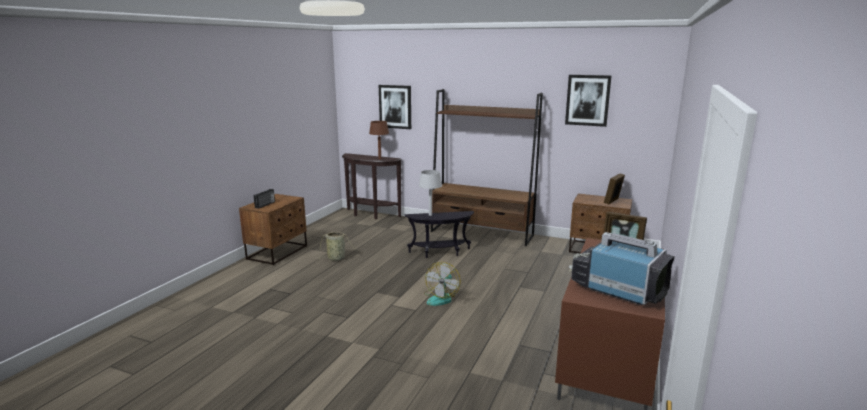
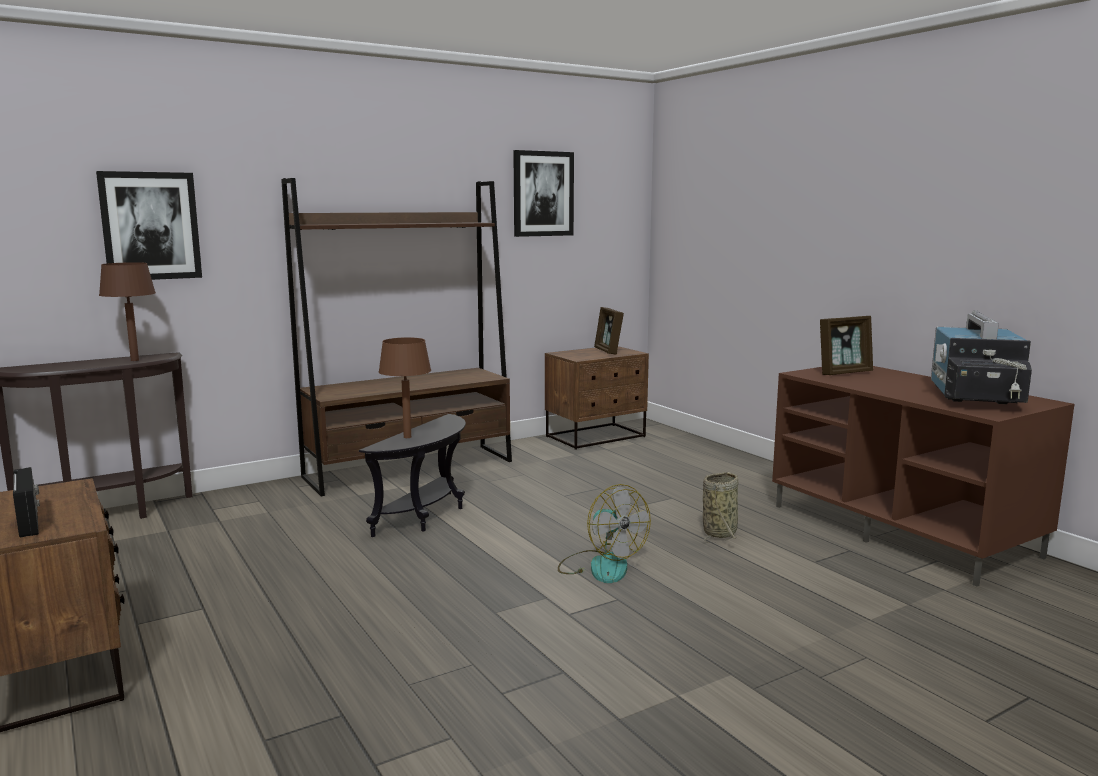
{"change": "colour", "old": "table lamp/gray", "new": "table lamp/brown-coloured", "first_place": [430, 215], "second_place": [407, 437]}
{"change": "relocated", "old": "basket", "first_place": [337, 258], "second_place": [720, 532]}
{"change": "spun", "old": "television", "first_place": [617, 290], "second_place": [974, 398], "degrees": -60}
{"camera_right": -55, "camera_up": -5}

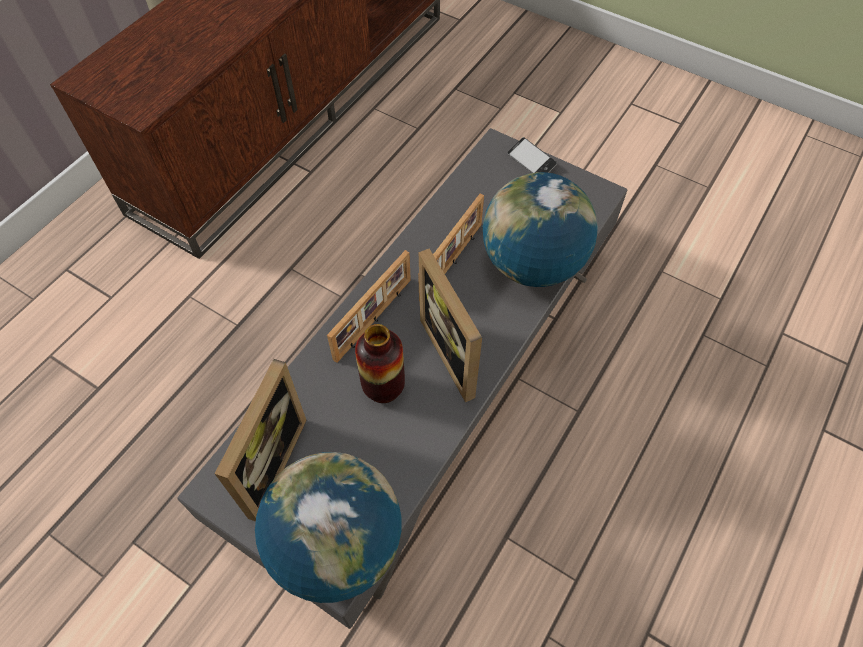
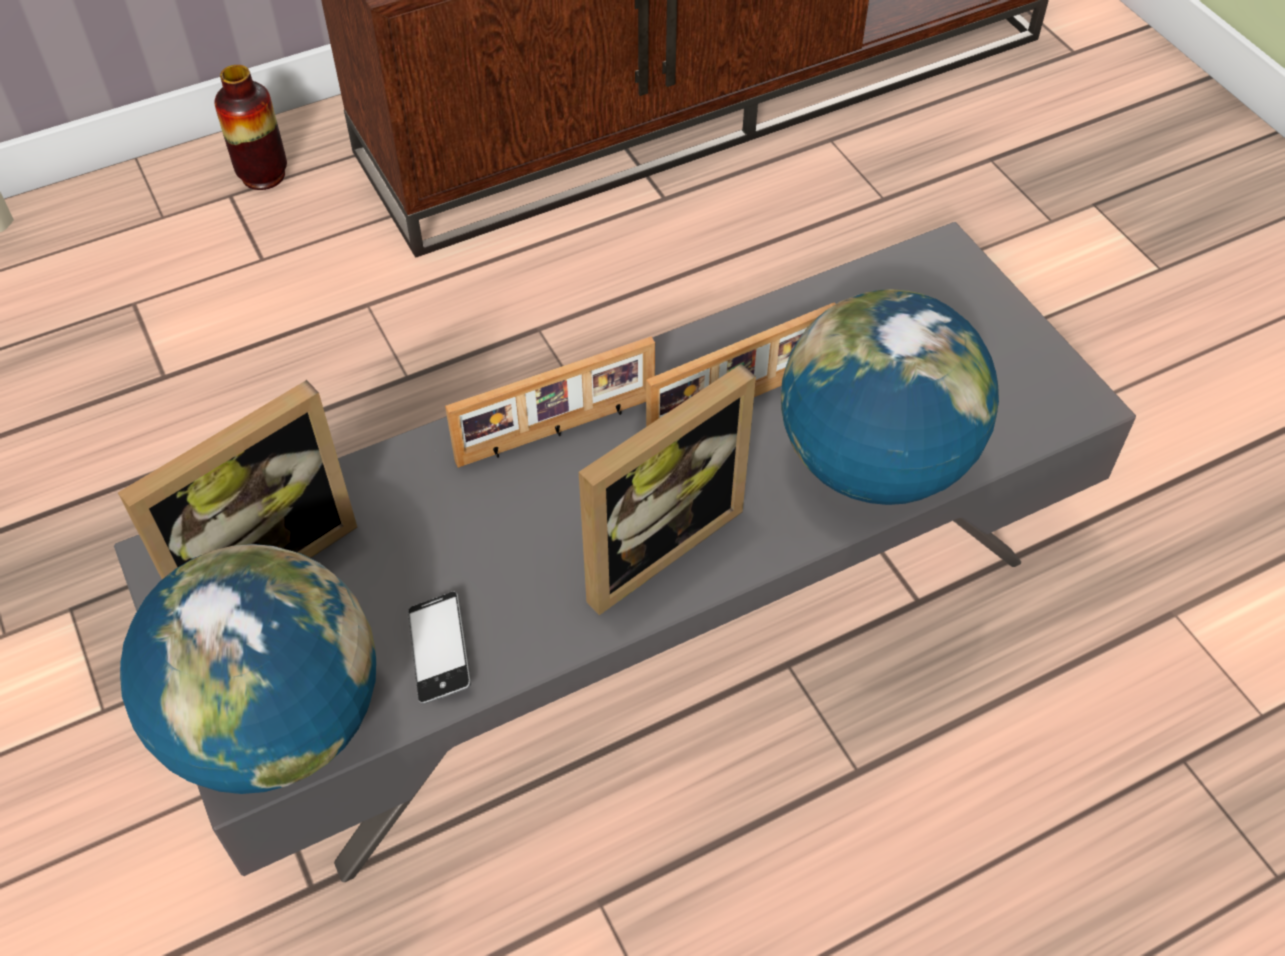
{"change": "relocated", "old": "flower vase", "first_place": [383, 387], "second_place": [263, 175]}
{"change": "relocated", "old": "telephone", "first_place": [531, 161], "second_place": [440, 652]}
{"change": "spun", "old": "picture frame", "first_place": [457, 353], "second_place": [651, 541], "degrees": -135}
{"camera_right": 30, "camera_up": -5}

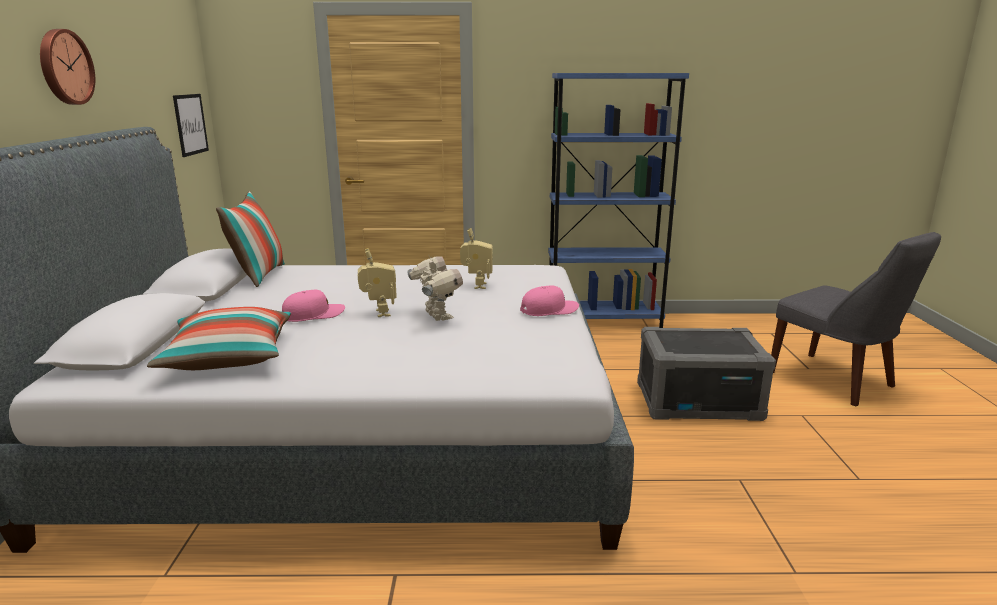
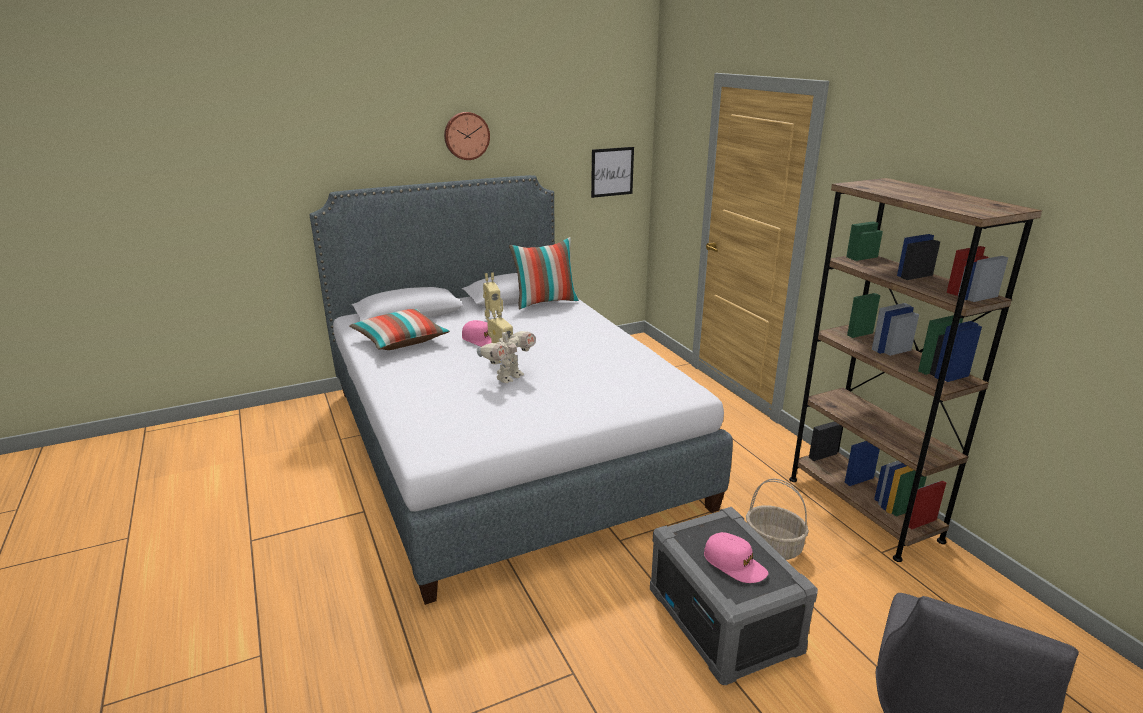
{"change": "relocated", "old": "robot figure", "first_place": [476, 286], "second_place": [492, 317]}
{"change": "relocated", "old": "peaked cap/pinkish", "first_place": [549, 310], "second_place": [734, 564]}
{"change": "appeared", "new": "basket", "second_place": [774, 546]}
{"change": "colour", "old": "shelving unit/blue-coloured", "new": "shelving unit/brown-coloured", "first_place": [603, 323], "second_place": [862, 508]}
{"camera_right": 65, "camera_up": 5}

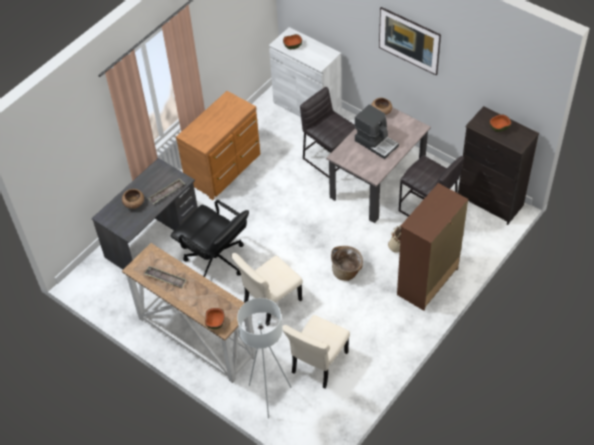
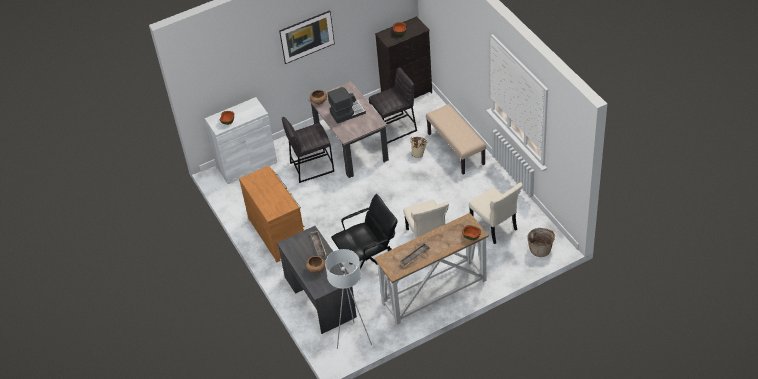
{"change": "relocated", "old": "standard lamp/white-coloured", "first_place": [269, 396], "second_place": [353, 338]}
{"change": "exchanged", "old": "dresser/brown-coloured", "new": "bench/beige", "first_place": [426, 282], "second_place": [456, 149]}
{"change": "relocated", "old": "basket", "first_place": [347, 272], "second_place": [540, 249]}
{"camera_right": -65, "camera_up": -5}

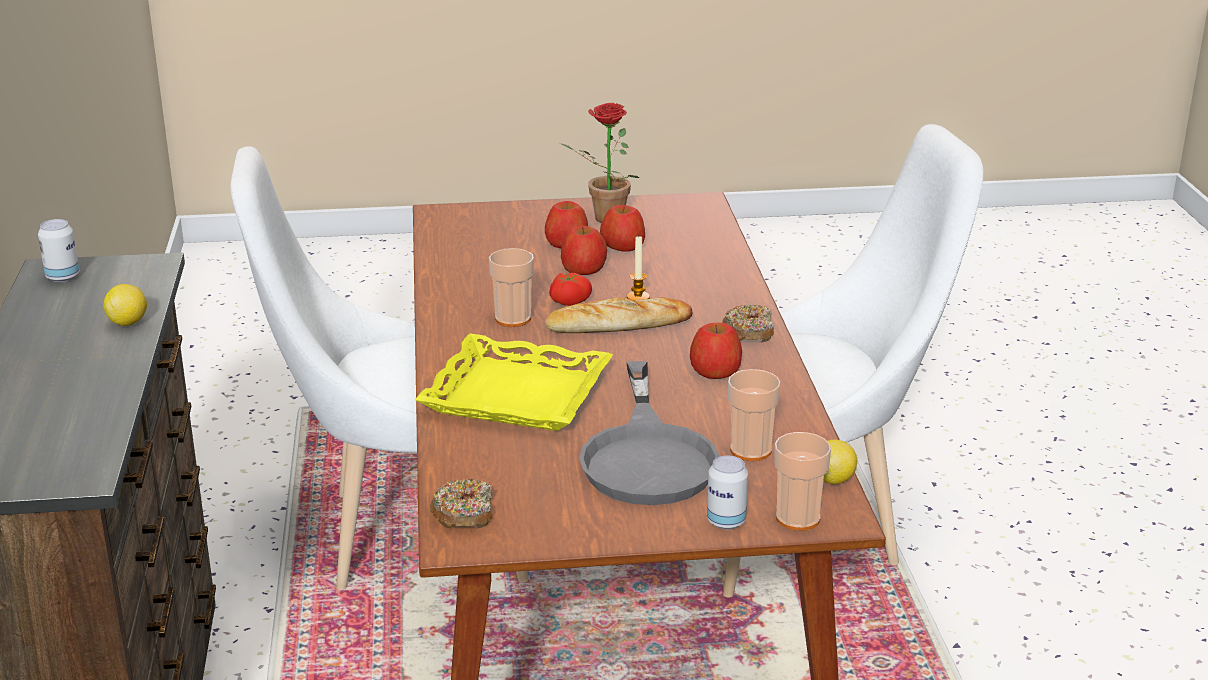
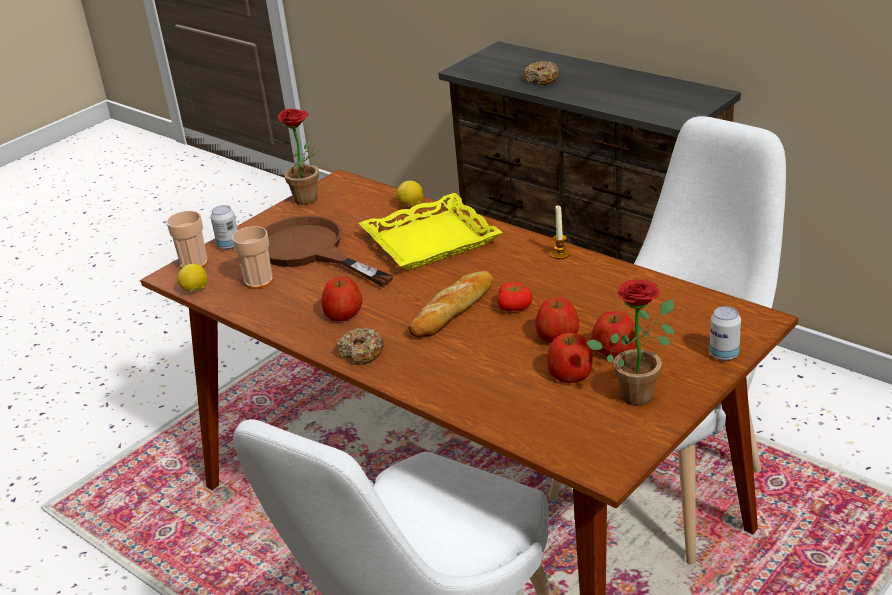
{"change": "colour", "old": "pan/gray", "new": "pan/brown-coloured", "first_place": [648, 455], "second_place": [310, 251]}
{"change": "appeared", "new": "houseplant", "second_place": [310, 200]}
{"change": "relocated", "old": "citrus fruit", "first_place": [128, 322], "second_place": [411, 205]}
{"change": "relocated", "old": "ring doughnut", "first_place": [464, 514], "second_place": [542, 79]}
{"change": "relocated", "old": "candle", "first_place": [638, 297], "second_place": [560, 254]}
{"change": "relocated", "old": "sealed can", "first_place": [63, 277], "second_place": [724, 354]}
{"change": "missing", "old": "drinking cup", "first_place": [513, 319]}
{"camera_right": 140, "camera_up": 5}

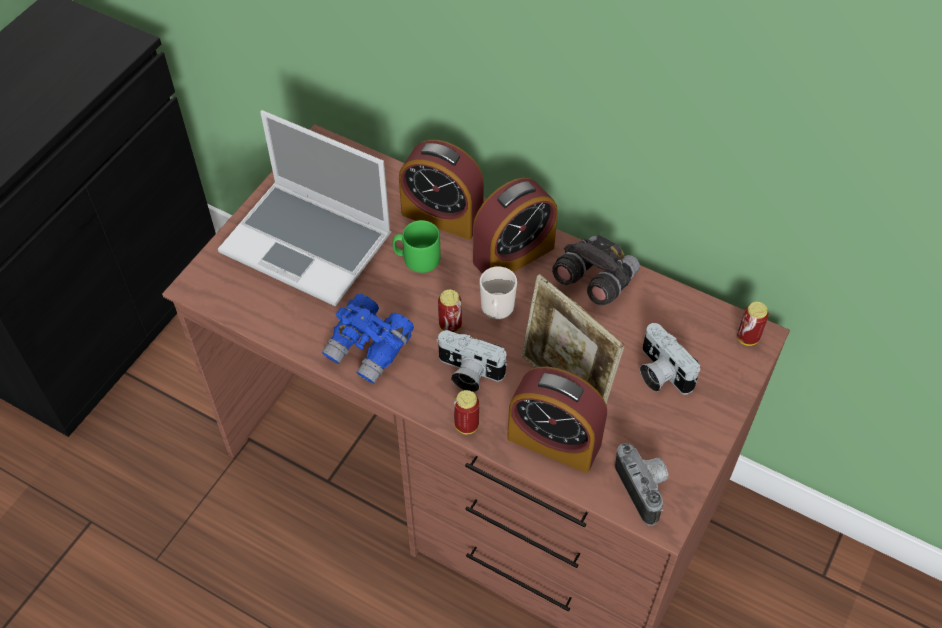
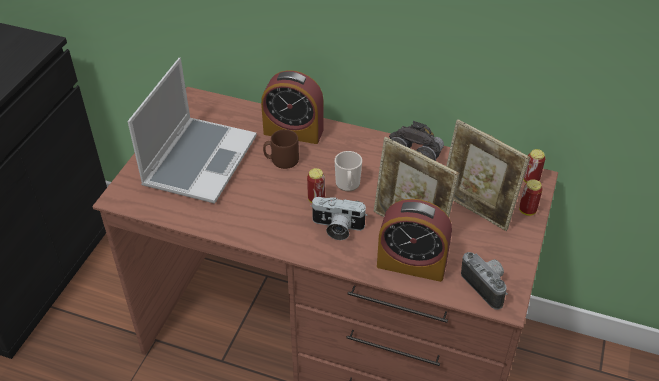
{"change": "spun", "old": "laptop", "first_place": [309, 244], "second_place": [199, 160], "degrees": -90}
{"change": "colour", "old": "mug/green", "new": "mug/brown-coloured", "first_place": [417, 258], "second_place": [281, 160]}
{"change": "exchanged", "old": "still camera", "new": "picture frame", "first_place": [660, 372], "second_place": [476, 210]}
{"change": "relocated", "old": "sealed can", "first_place": [466, 425], "second_place": [527, 211]}
{"change": "missing", "old": "field glasses/blue-coloured", "first_place": [370, 349]}
{"change": "missing", "old": "table clock", "first_place": [513, 255]}
{"camera_right": -10, "camera_up": -10}

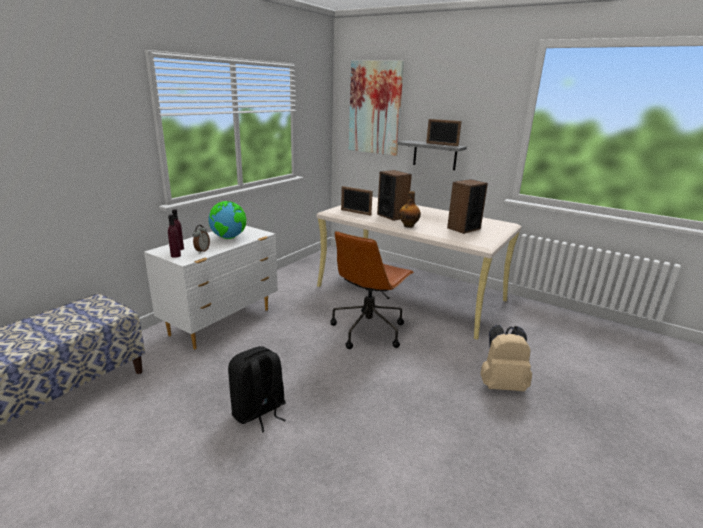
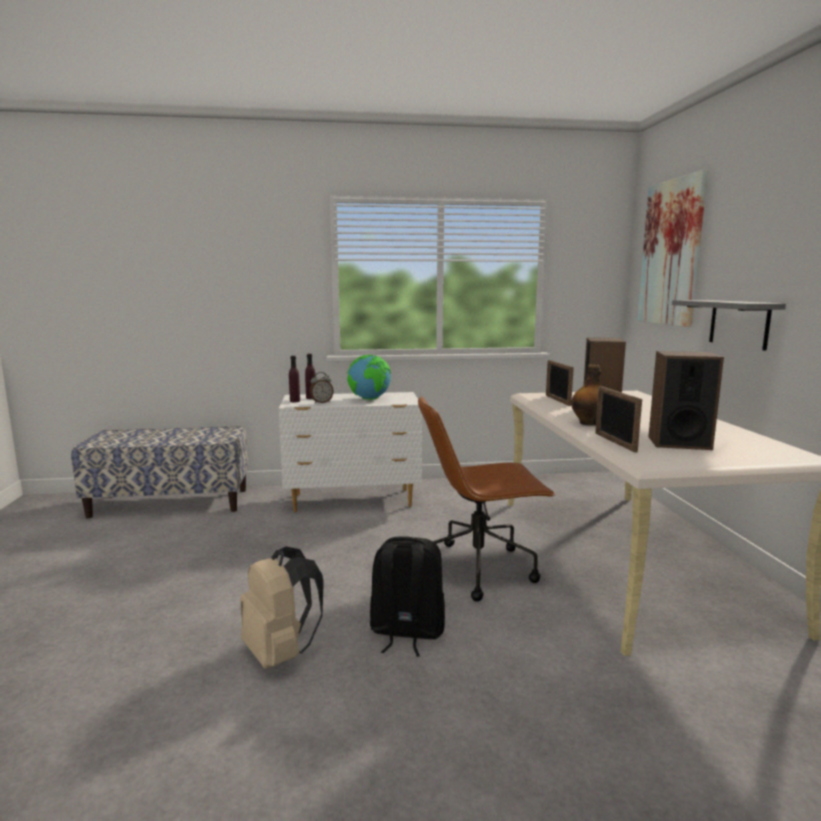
{"change": "relocated", "old": "rucksack/beige", "first_place": [501, 384], "second_place": [281, 653]}
{"change": "relocated", "old": "rucksack/black-coloured", "first_place": [259, 412], "second_place": [406, 632]}
{"change": "relocated", "old": "picture frame", "first_place": [442, 144], "second_place": [614, 442]}
{"camera_right": 50, "camera_up": -10}

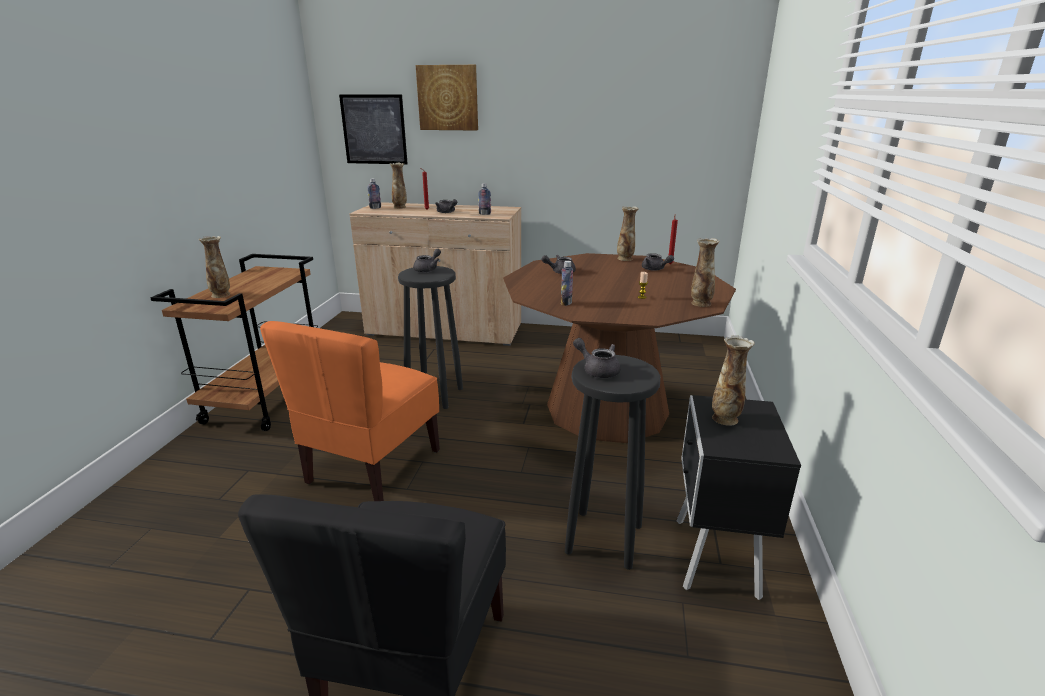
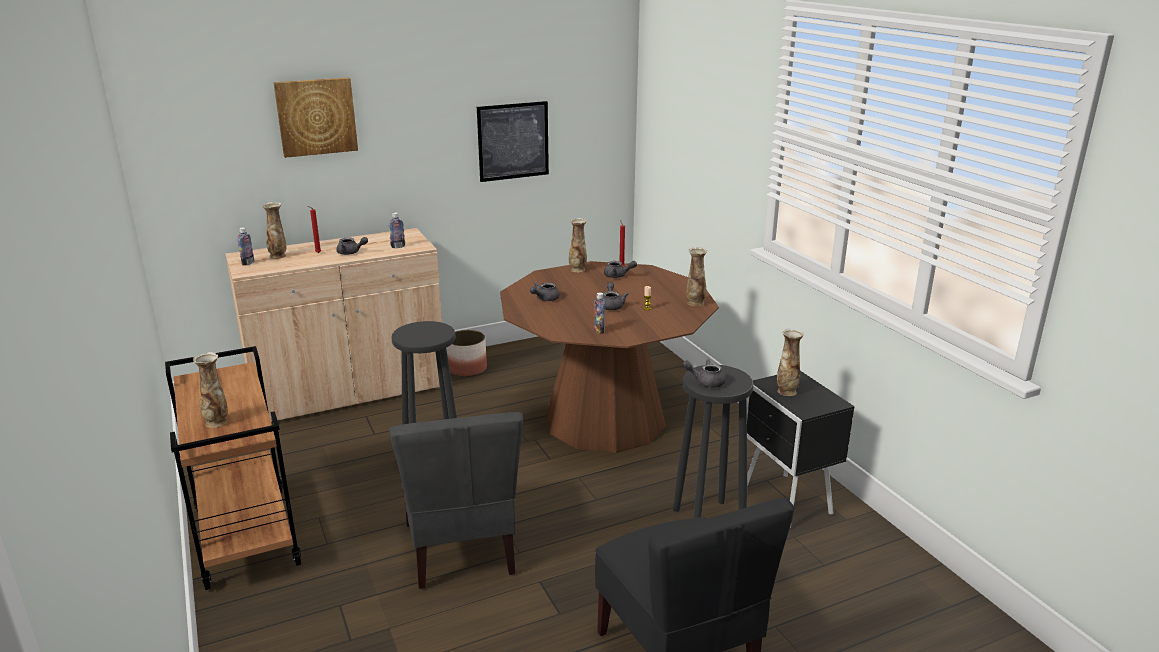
{"change": "colour", "old": "chair/orange-coloured", "new": "chair/gray", "first_place": [372, 466], "second_place": [462, 549]}
{"change": "appeared", "new": "flower pot", "second_place": [467, 369]}
{"change": "relocated", "old": "wall art", "first_place": [374, 129], "second_place": [513, 141]}
{"change": "relocated", "old": "teapot/gray", "first_place": [428, 269], "second_place": [611, 305]}
{"camera_right": -35, "camera_up": 0}

